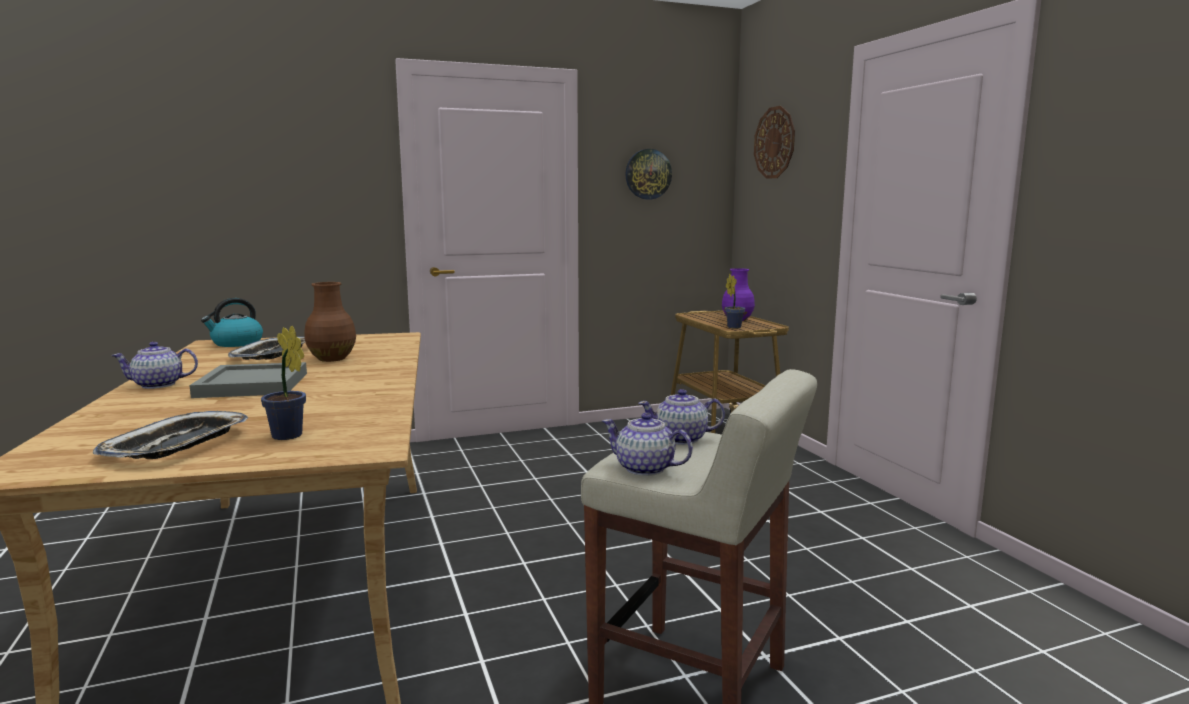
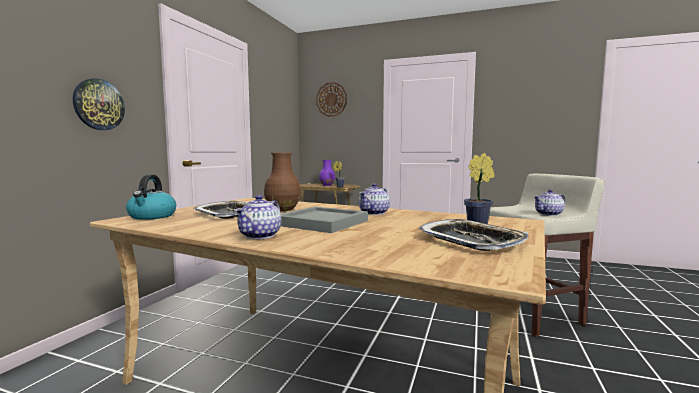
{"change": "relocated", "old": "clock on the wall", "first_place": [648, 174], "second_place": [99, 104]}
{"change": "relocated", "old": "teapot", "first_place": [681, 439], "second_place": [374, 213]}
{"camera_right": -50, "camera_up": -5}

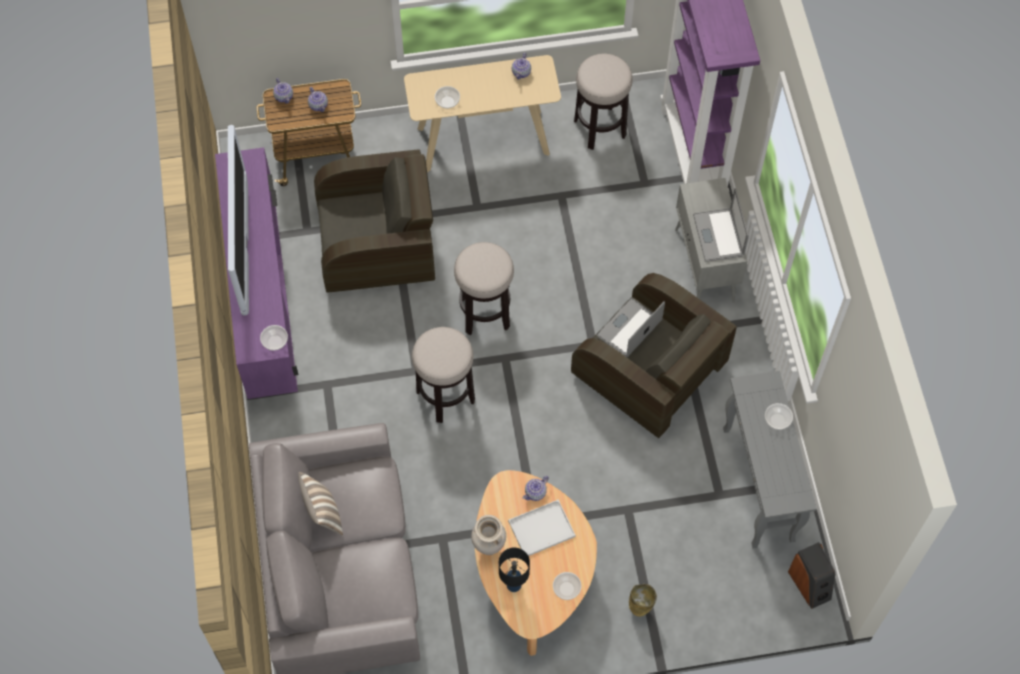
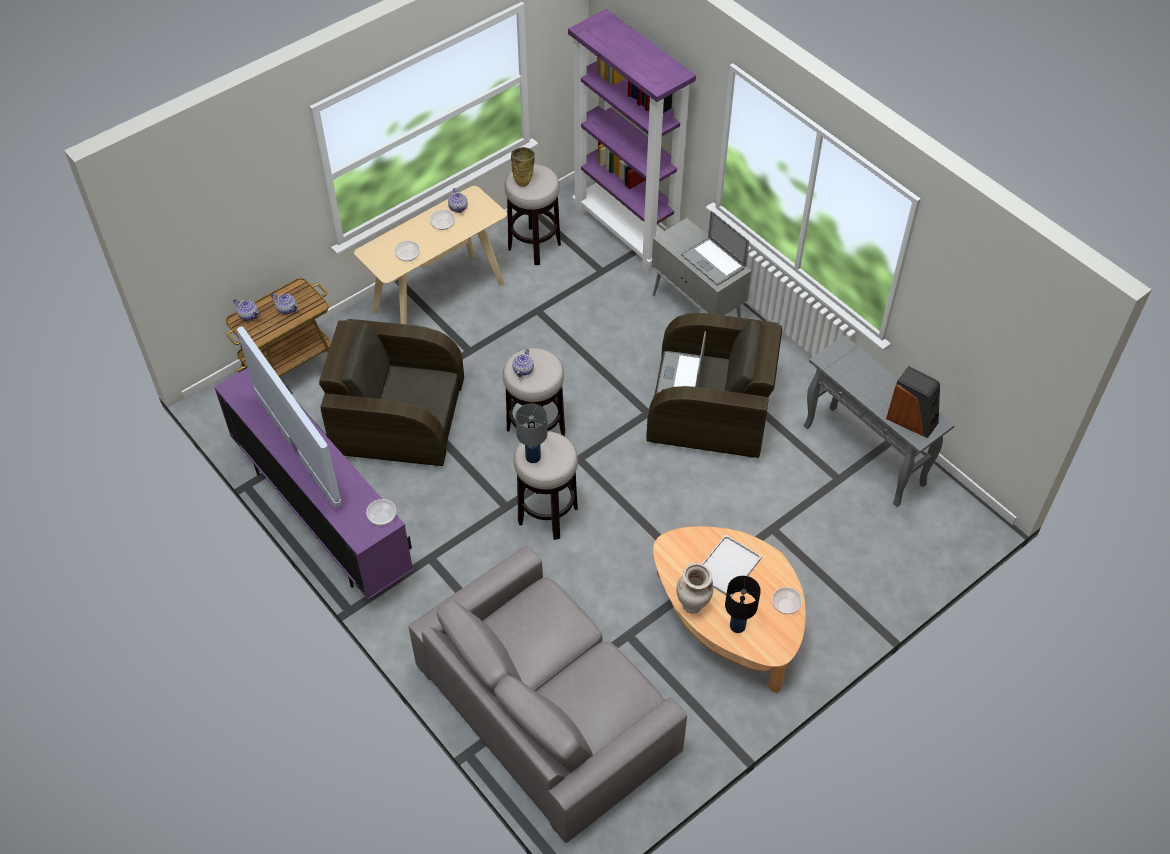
{"change": "spun", "old": "lounge chair/brown-coloured", "first_place": [377, 243], "second_place": [398, 419], "degrees": -135}
{"change": "relocated", "old": "serving bowl", "first_place": [777, 420], "second_place": [443, 225]}
{"change": "relocated", "old": "flower vase/beige", "first_place": [640, 609], "second_place": [524, 182]}
{"change": "relocated", "old": "teapot", "first_place": [536, 492], "second_place": [523, 370]}
{"change": "appeared", "new": "table lamp/gray", "second_place": [533, 457]}
{"change": "relocated", "old": "loudspeaker", "first_place": [810, 584], "second_place": [912, 419]}
{"change": "missing", "old": "throw pillow", "first_place": [323, 514]}
{"camera_right": -30, "camera_up": -10}

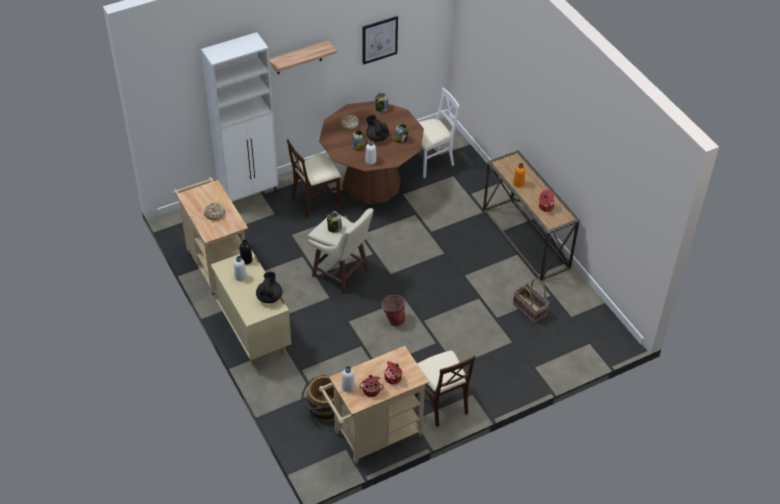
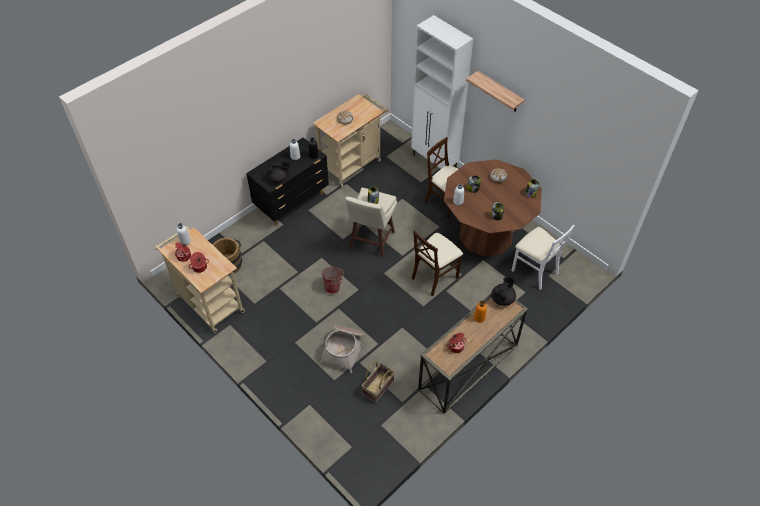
{"change": "colour", "old": "dresser/beige", "new": "dresser/black-coloured", "first_place": [253, 332], "second_place": [292, 203]}
{"change": "appeared", "new": "basket", "second_place": [344, 349]}
{"change": "relocated", "old": "chair/beige", "first_place": [441, 403], "second_place": [434, 277]}
{"change": "relocated", "old": "teapot/black-coloured", "first_place": [377, 137], "second_place": [502, 299]}
{"change": "missing", "old": "wall art", "first_place": [379, 40]}
{"camera_right": 75, "camera_up": 5}

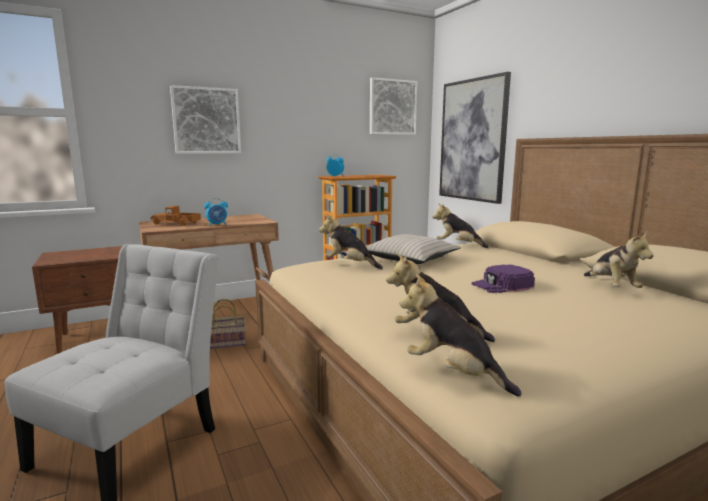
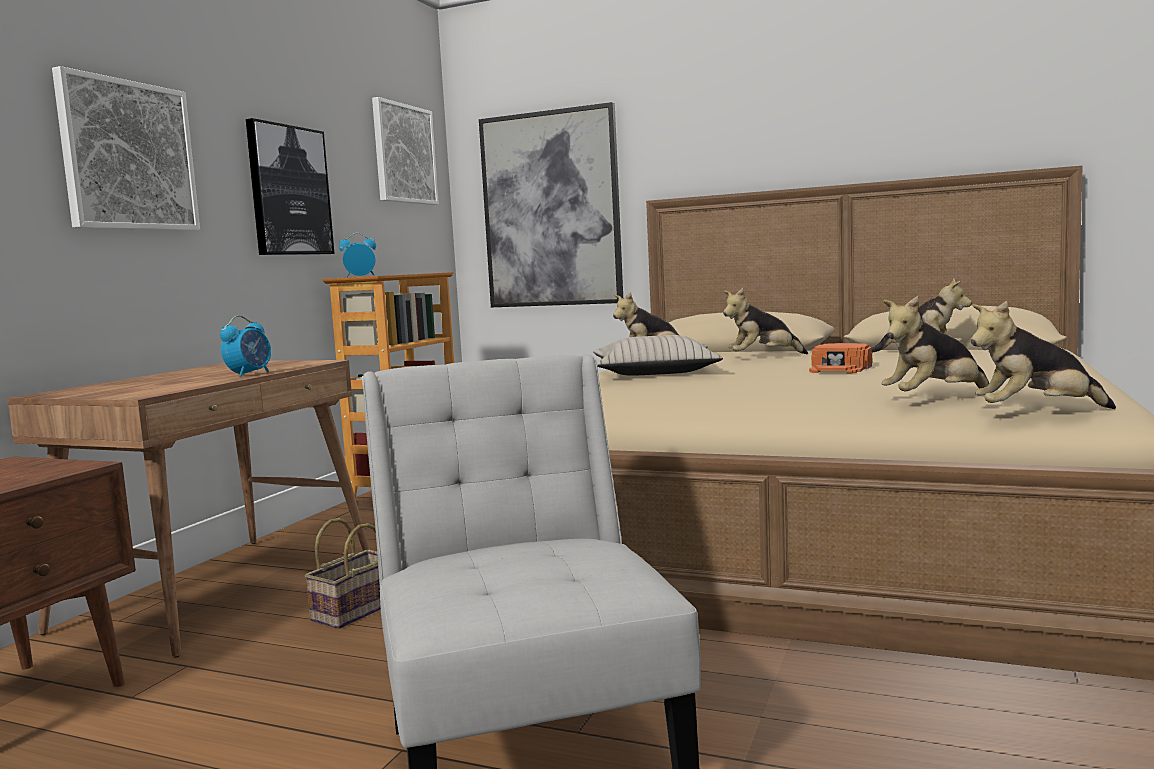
{"change": "appeared", "new": "wall art", "second_place": [289, 191]}
{"change": "relocated", "old": "cuddly toy", "first_place": [349, 265], "second_place": [762, 357]}
{"change": "colour", "old": "peaked cap/purple", "new": "peaked cap/orange-coloured", "first_place": [502, 285], "second_place": [840, 368]}
{"change": "missing", "old": "toy lorry", "first_place": [176, 224]}
{"camera_right": -40, "camera_up": -5}

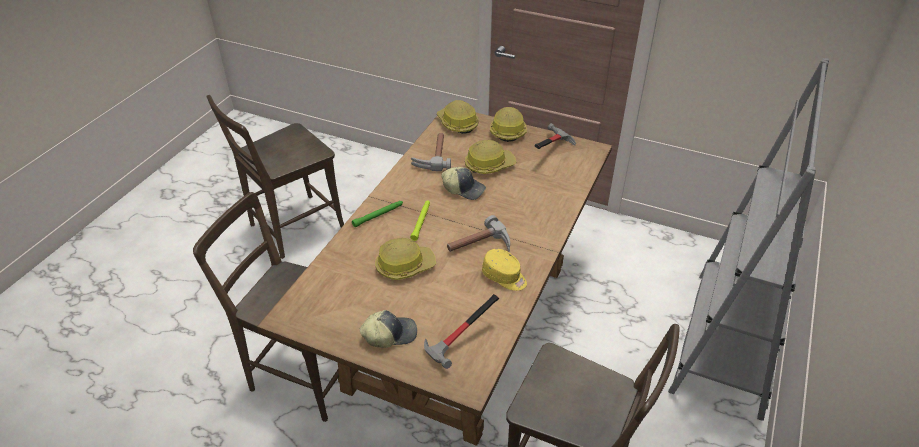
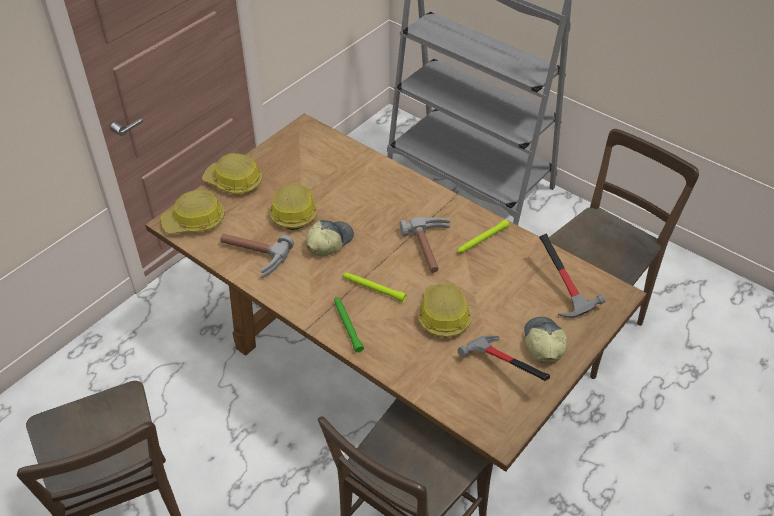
{"change": "exchanged", "old": "peaked cap/yellow-coloured", "new": "torch/green", "first_place": [504, 277], "second_place": [482, 240]}
{"change": "relocated", "old": "hand hammer", "first_place": [550, 149], "second_place": [499, 370]}
{"camera_right": -75, "camera_up": 5}

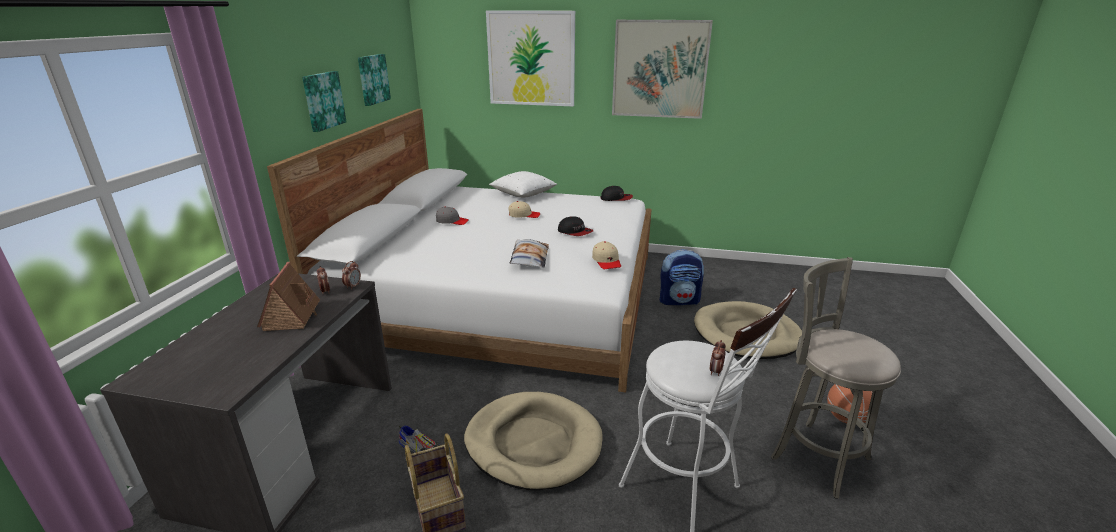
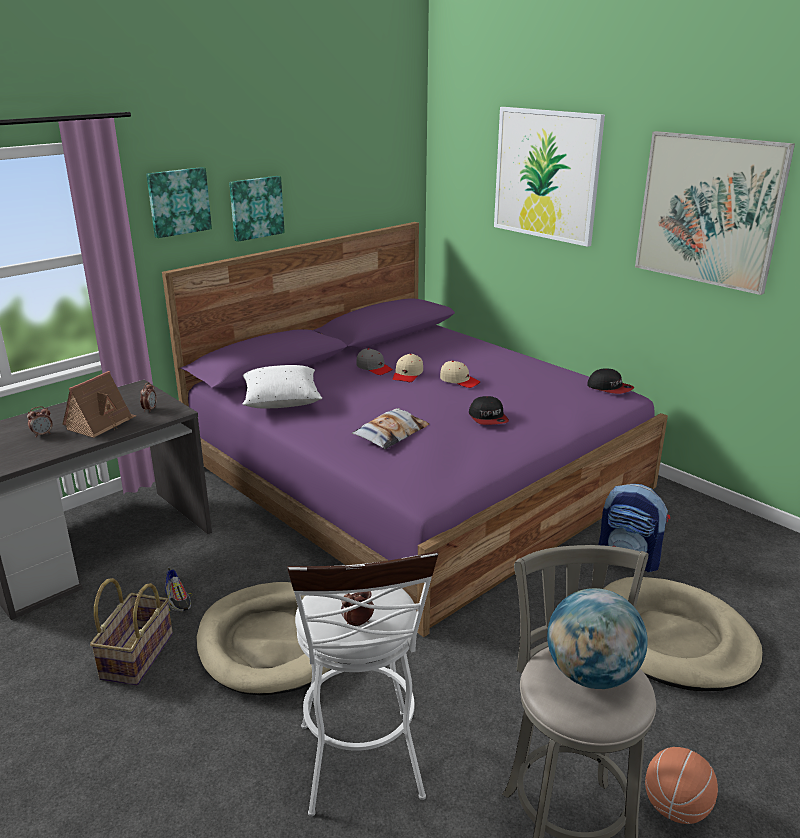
{"change": "relocated", "old": "table clock", "first_place": [353, 286], "second_place": [42, 434]}
{"change": "relocated", "old": "wall art", "first_place": [372, 79], "second_place": [178, 201]}
{"change": "colour", "old": "bed/white-coloured", "new": "bed/purple", "first_place": [504, 296], "second_place": [416, 477]}
{"change": "relocated", "old": "throw pillow/white-coloured", "first_place": [523, 194], "second_place": [281, 401]}
{"change": "relocated", "old": "peaked cap/beige", "first_place": [606, 261], "second_place": [407, 374]}
{"change": "appeared", "new": "desk globe", "second_place": [591, 675]}
{"camera_right": 35, "camera_up": 0}

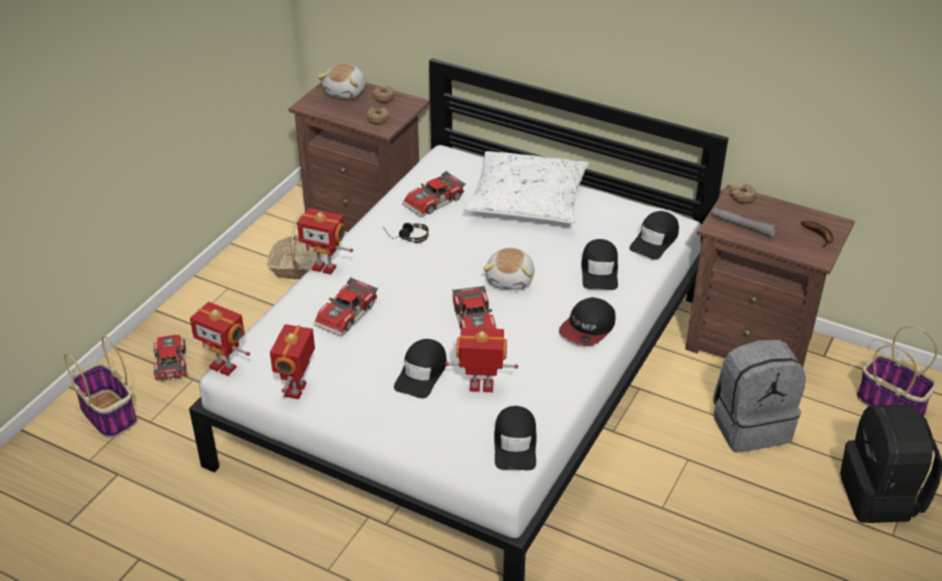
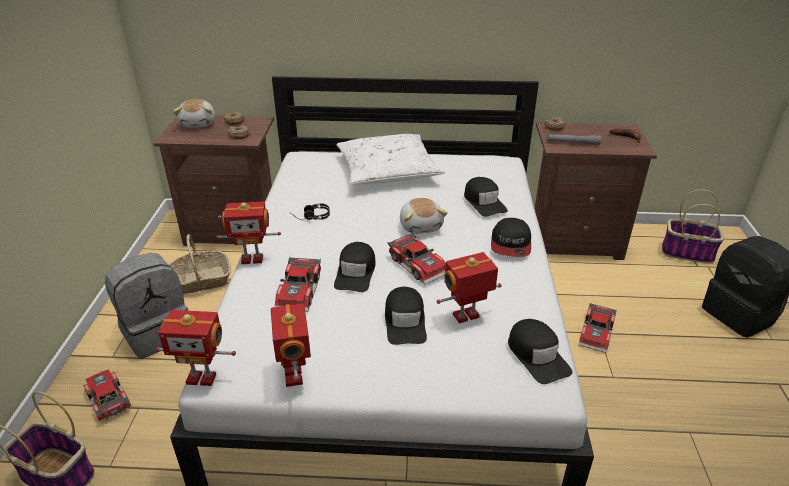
{"change": "relocated", "old": "rucksack/gray", "first_place": [751, 425], "second_place": [157, 332]}
{"change": "relocated", "old": "peaked cap/black-coloured", "first_place": [655, 240], "second_place": [356, 273]}
{"change": "relocated", "old": "miniature car", "first_place": [435, 202], "second_place": [598, 333]}
{"camera_right": -25, "camera_up": -5}

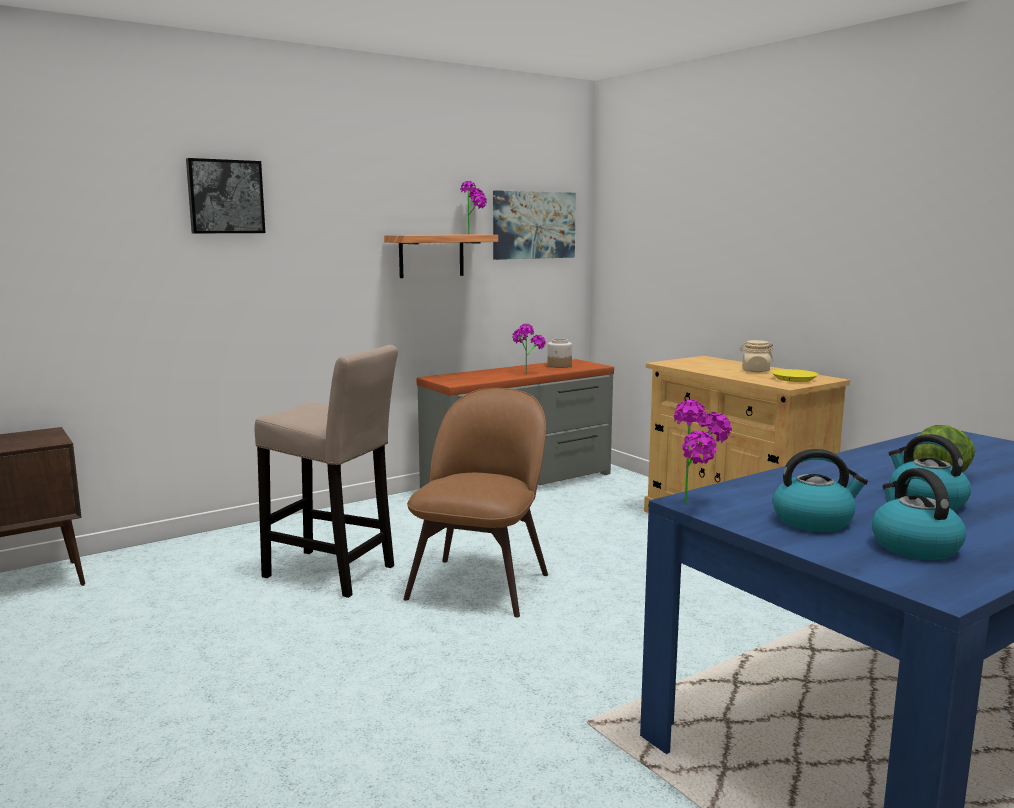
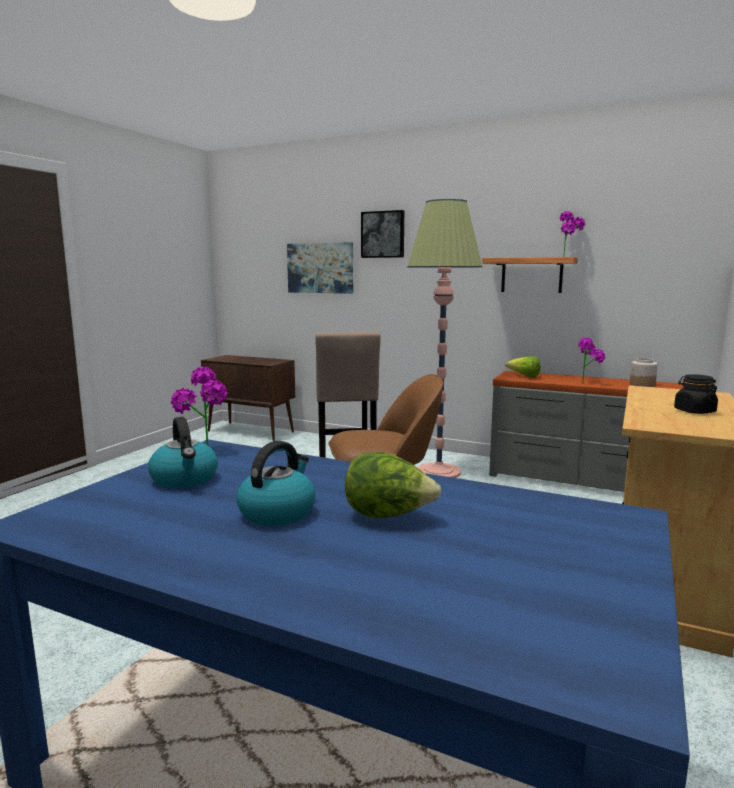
{"change": "relocated", "old": "wall art", "first_place": [533, 225], "second_place": [320, 268]}
{"change": "appeared", "new": "standard lamp", "second_place": [438, 472]}
{"change": "appeared", "new": "lettuce head", "second_place": [524, 376]}
{"change": "colour", "old": "storage jar/beige", "new": "storage jar/black-coloured", "first_place": [755, 371], "second_place": [694, 411]}
{"change": "missing", "old": "dinner plate/yellow-coloured", "first_place": [794, 379]}
{"change": "missing", "old": "kettle", "first_place": [913, 546]}
{"camera_right": 60, "camera_up": 0}

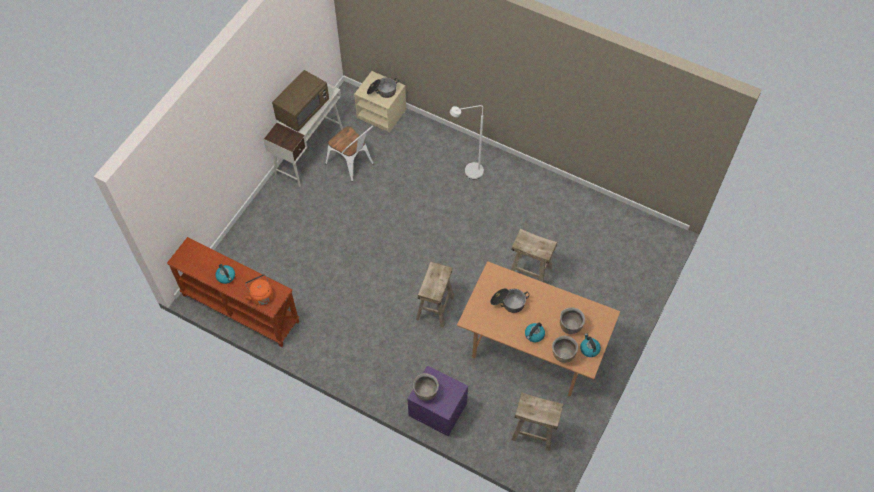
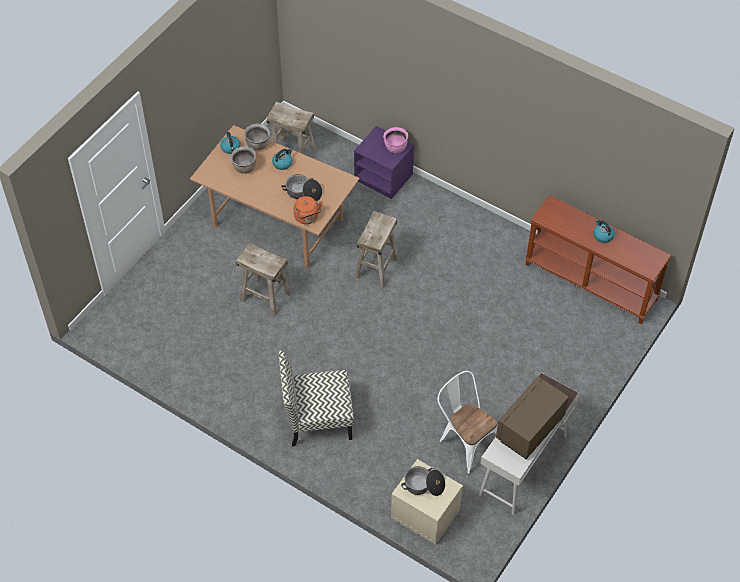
{"change": "exchanged", "old": "standard lamp/white-coloured", "new": "chair", "first_place": [468, 172], "second_place": [317, 420]}
{"change": "relocated", "old": "kettle/orange-coloured", "first_place": [261, 295], "second_place": [307, 218]}
{"change": "colour", "old": "stockpot/brown-coloured", "new": "stockpot/pinkish", "first_place": [425, 392], "second_place": [395, 148]}
{"camera_right": -175, "camera_up": -5}

